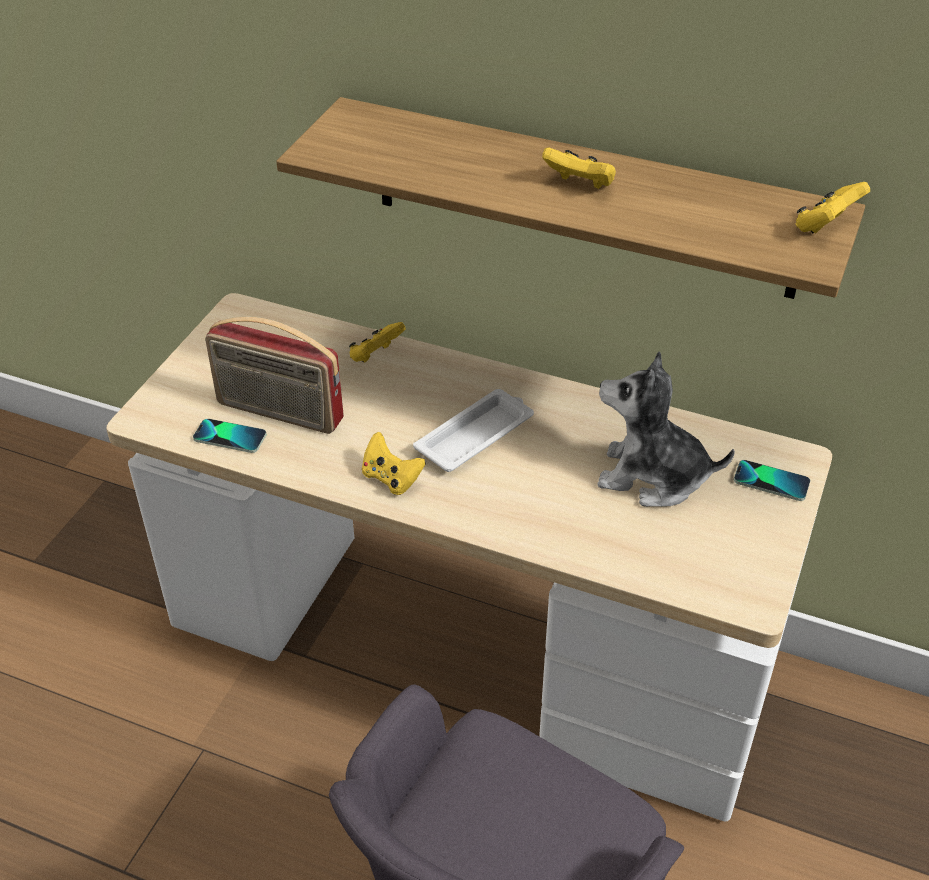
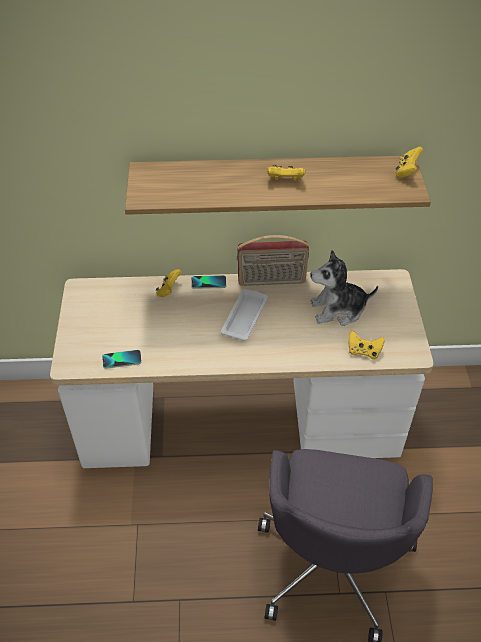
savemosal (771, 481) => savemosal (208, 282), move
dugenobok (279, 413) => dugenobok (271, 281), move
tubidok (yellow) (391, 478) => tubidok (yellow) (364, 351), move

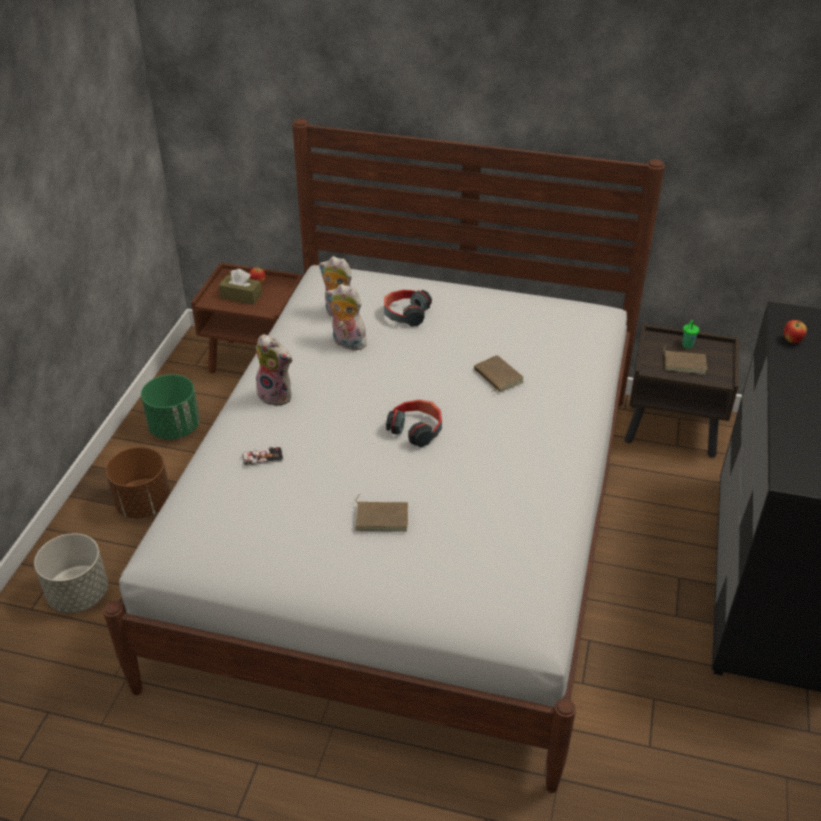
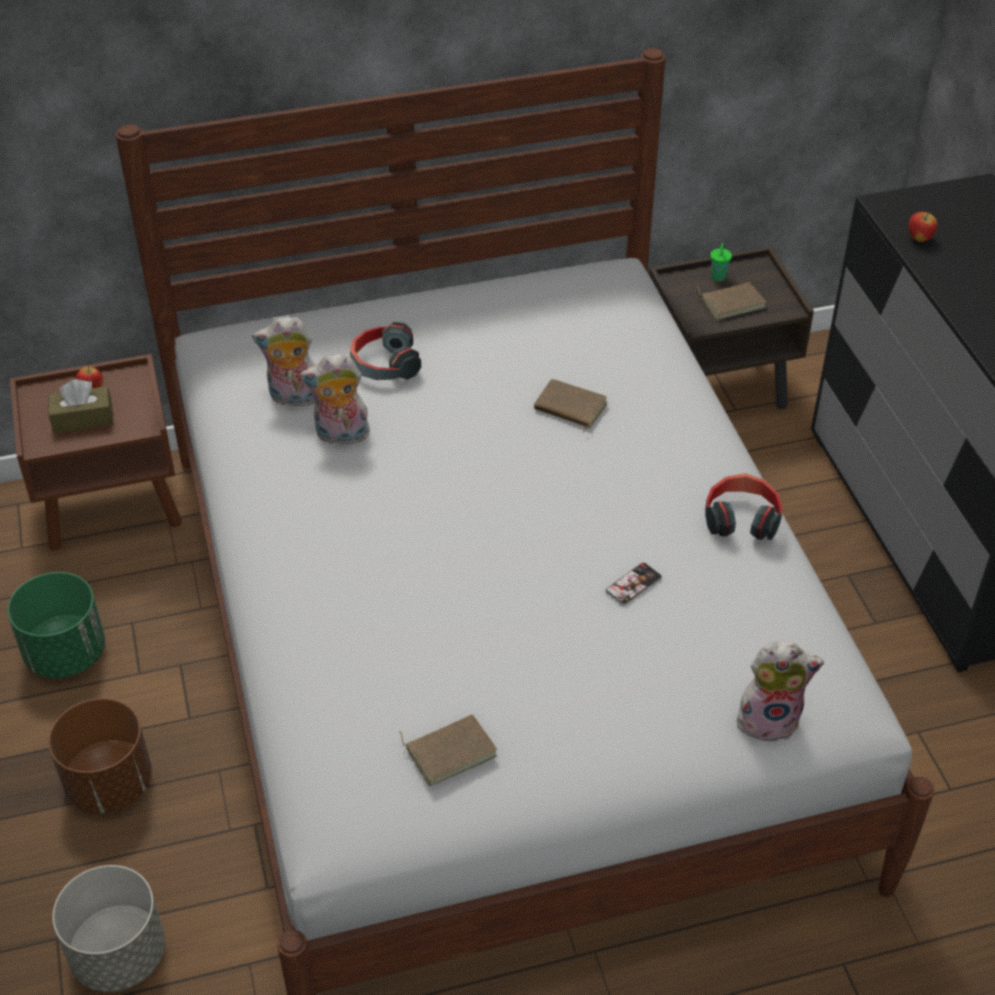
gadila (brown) (382, 517) => gadila (brown) (450, 750), move
savemosal (262, 457) => savemosal (633, 585), move
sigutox (416, 429) => sigutox (741, 518), move
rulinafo (277, 395) => rulinafo (769, 719), move

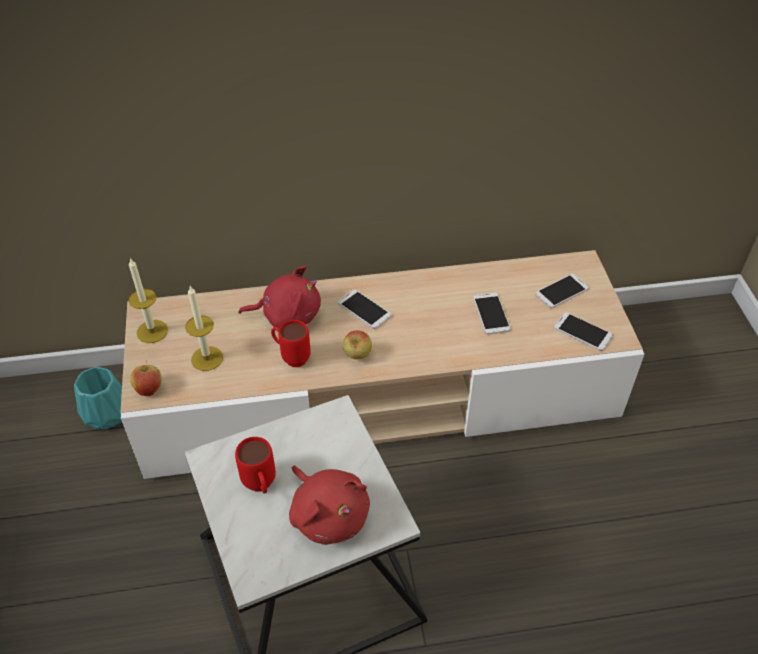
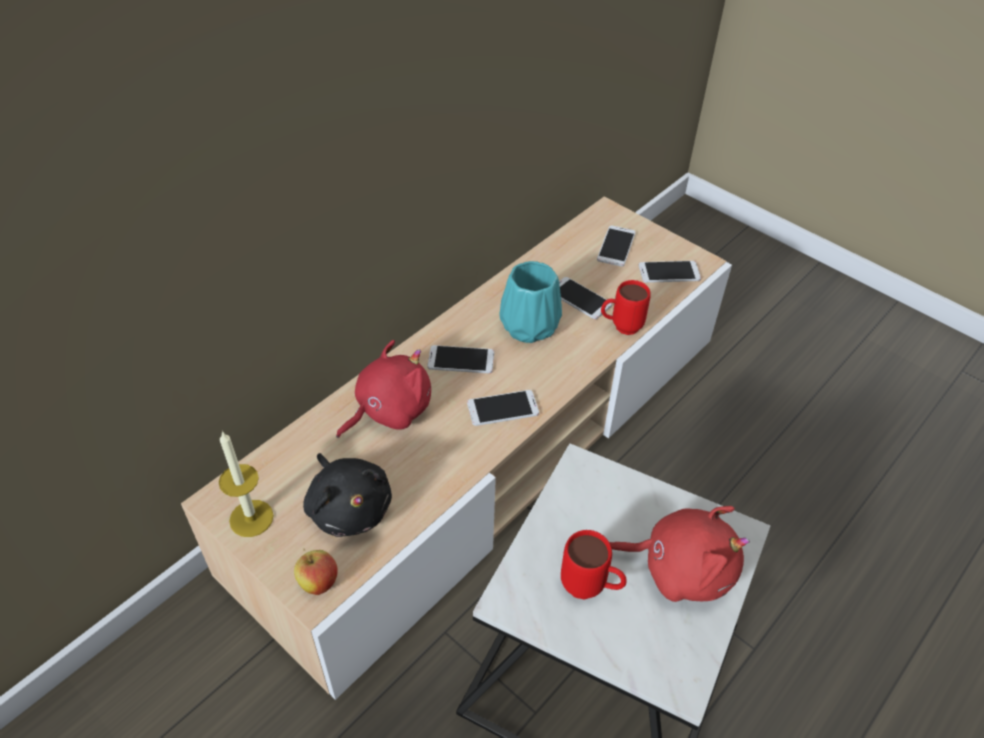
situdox (207, 358) => rulinafo (black) (349, 507)
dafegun (357, 356) => savemosal (502, 408)
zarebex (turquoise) (106, 415) => zarebex (turquoise) (530, 326), move
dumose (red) (291, 357) => dumose (red) (620, 327), move

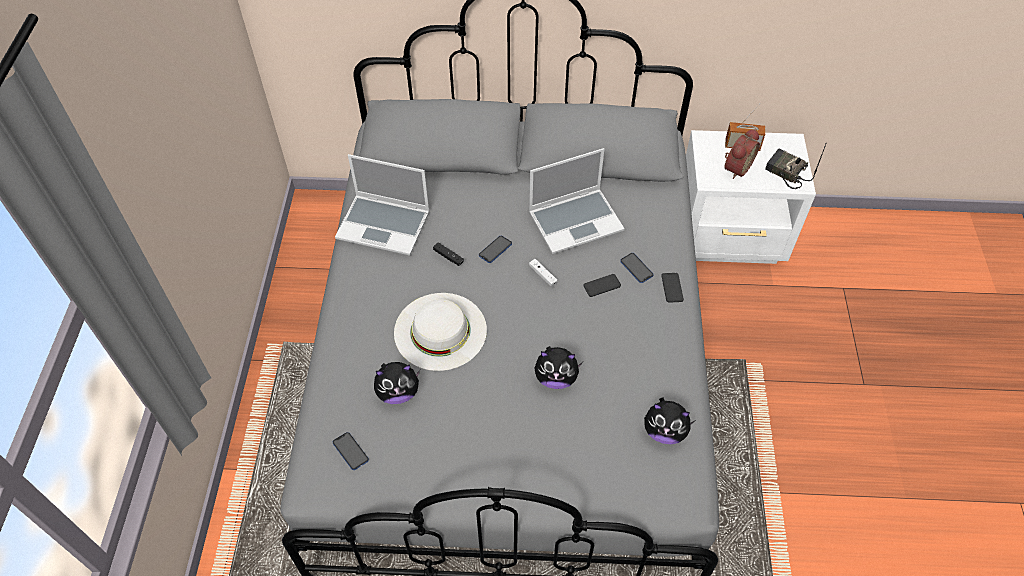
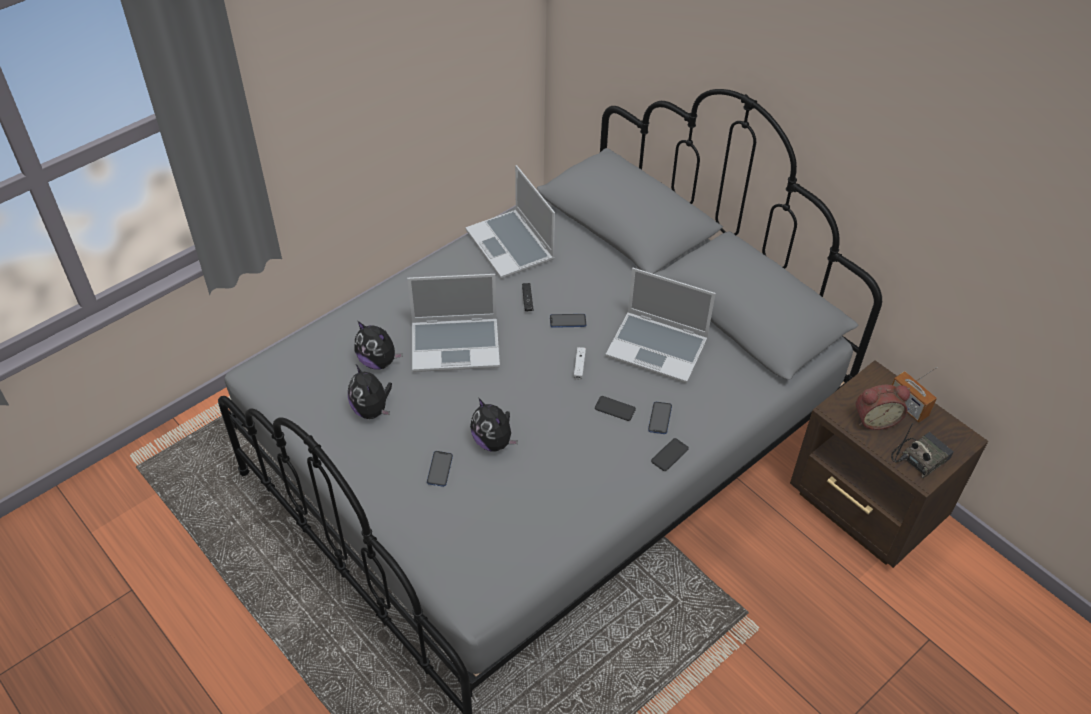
rulinafo (664, 431) => rulinafo (372, 410), move
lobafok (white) (440, 331) => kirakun (456, 345)
savemosal (350, 451) => savemosal (440, 469), move
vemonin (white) (730, 238) => vemonin (brown) (866, 509)
dugenobok (785, 172) => dugenobok (920, 457), 60 degrees clockwise

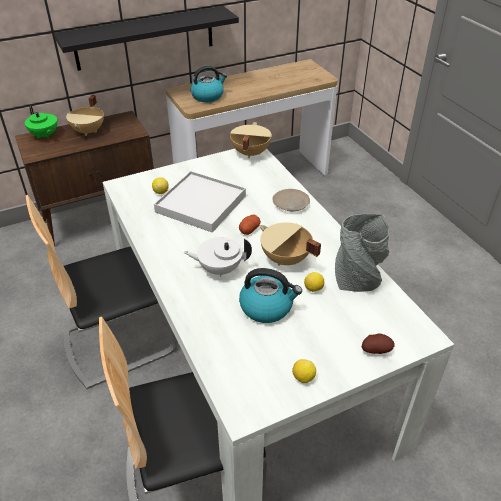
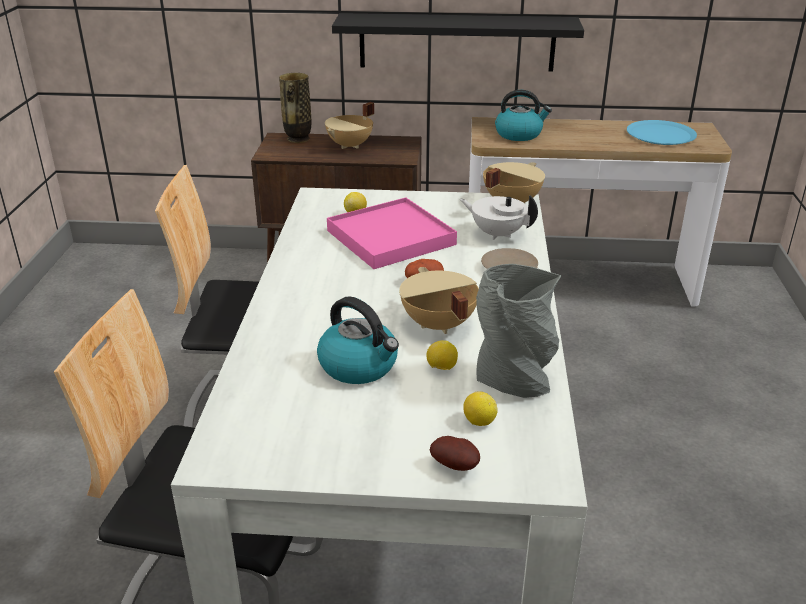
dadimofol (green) (44, 136) => zarebex (298, 139)
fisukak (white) (200, 204) => fisukak (pink) (390, 237)
dadimofol (white) (219, 269) => dadimofol (white) (497, 234), move
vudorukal (303, 377) => vudorukal (479, 421), move
nothing => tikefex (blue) (660, 134)

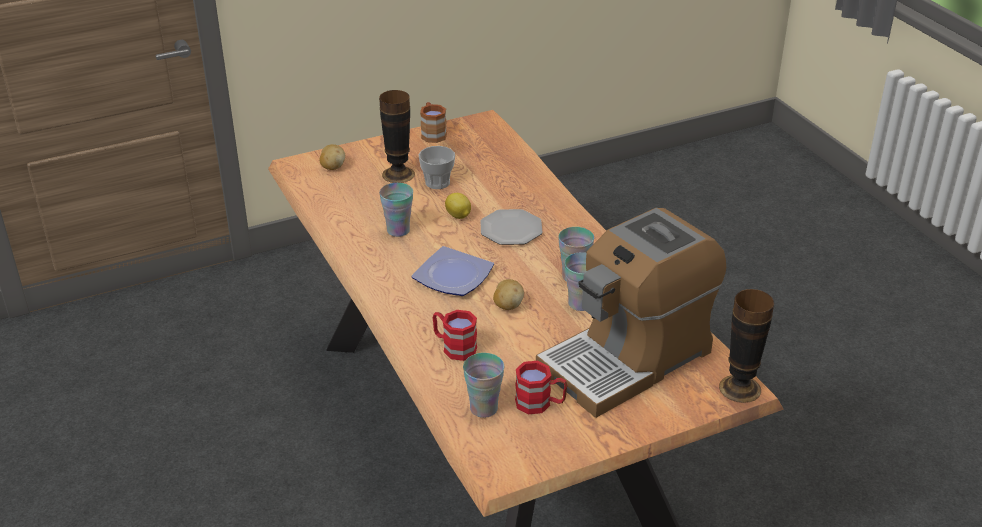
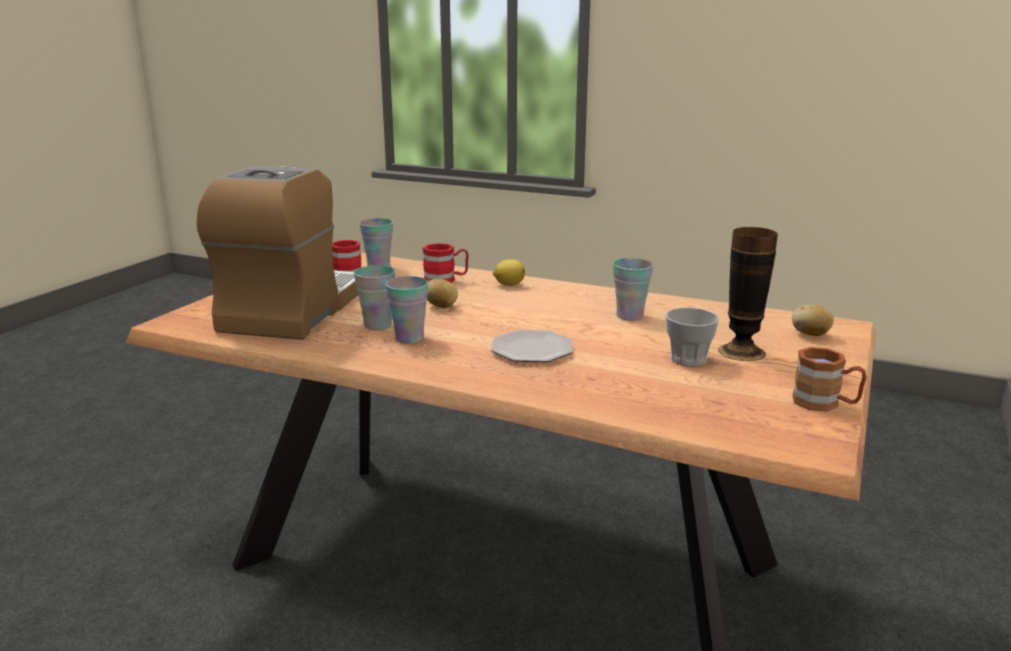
vudorukal (458, 216) => vudorukal (508, 285), move
tikefex (453, 277) => nothing
zarebex (740, 388) => nothing

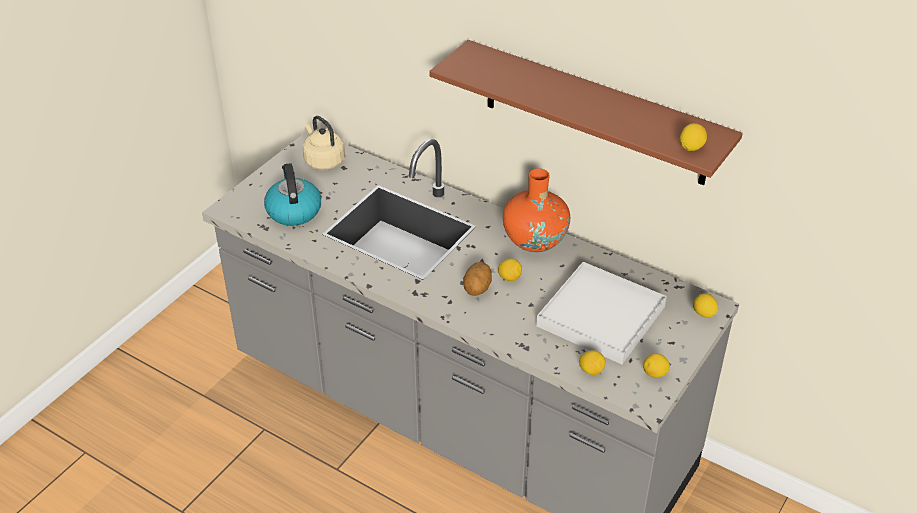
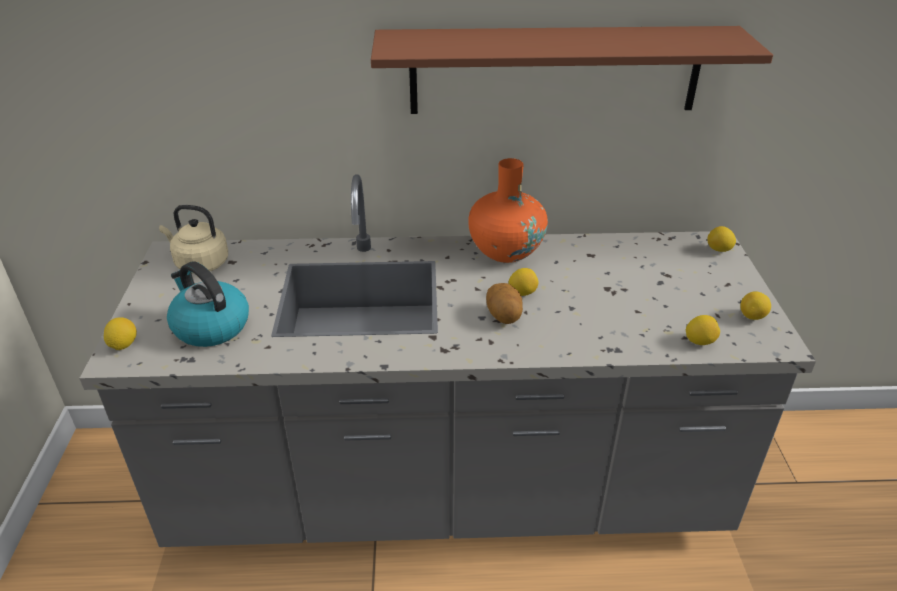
vudorukal (691, 147) => vudorukal (123, 345), move
fisukak (white) (601, 316) => nothing

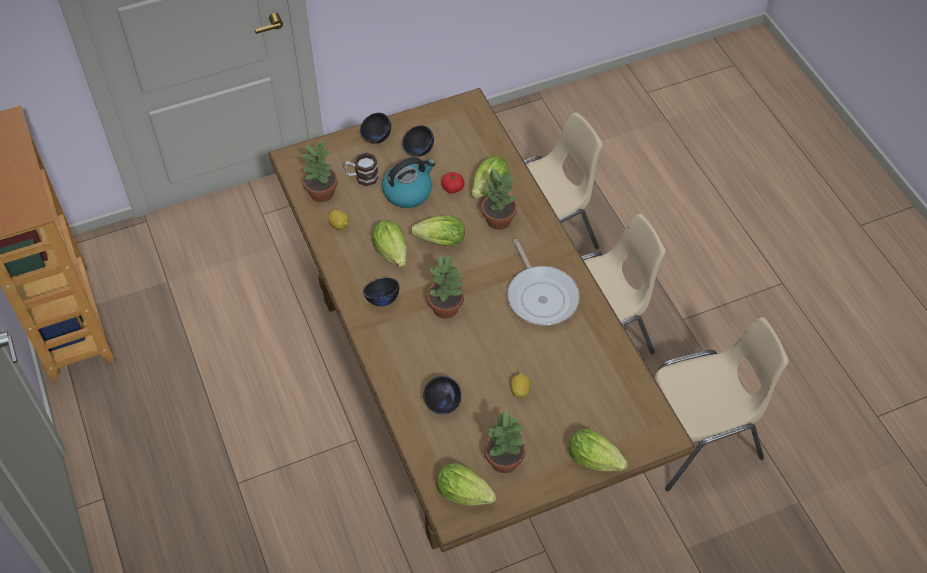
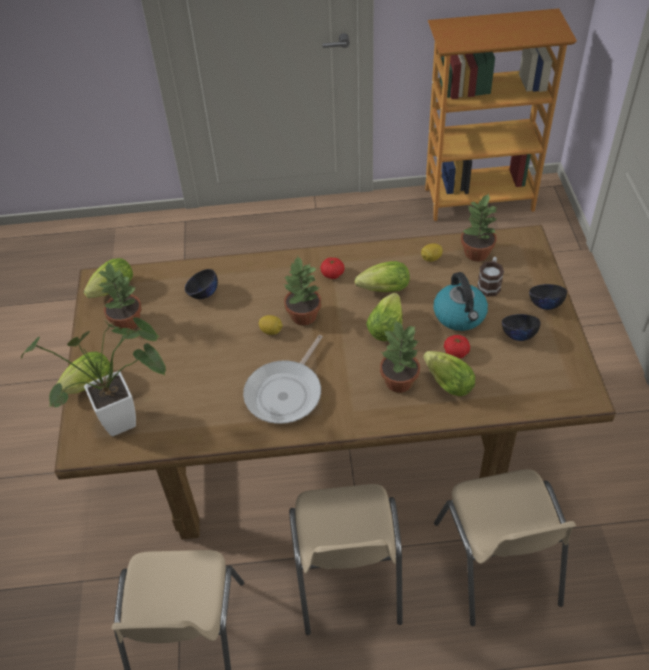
nothing => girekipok (128, 419)
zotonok (541, 296) => zotonok (286, 393), 60 degrees counterclockwise
vudorukal (520, 391) => vudorukal (271, 331), move
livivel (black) (382, 299) => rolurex (332, 274)

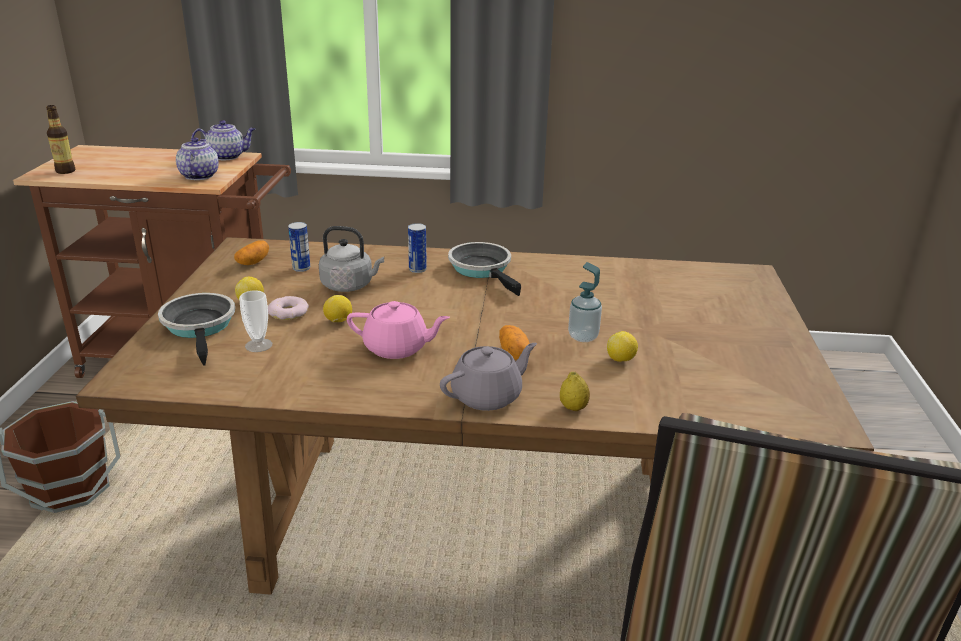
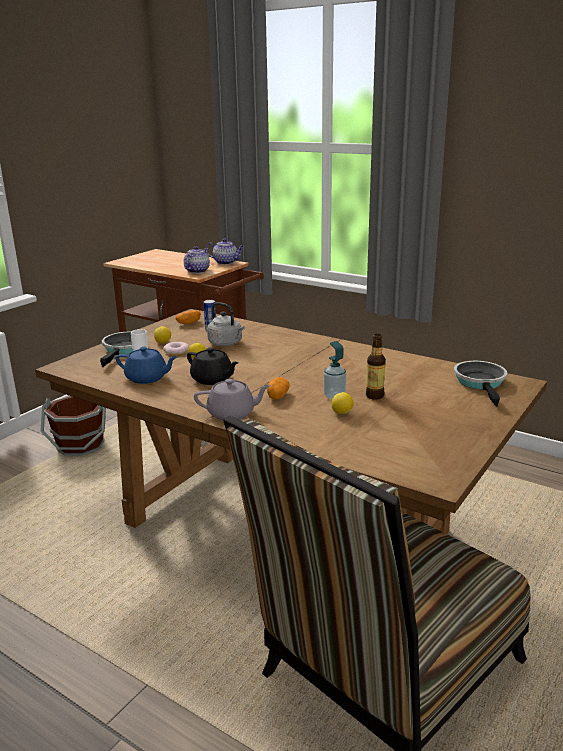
nothing => dadimofol (blue) (147, 378)
dadimofol (pink) (397, 348) => dadimofol (black) (212, 379)
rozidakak (65, 171) => rozidakak (375, 396), move
zotonok (483, 269) => zotonok (481, 383), move
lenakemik (417, 269) => nothing
vudorukal (573, 408) => nothing

